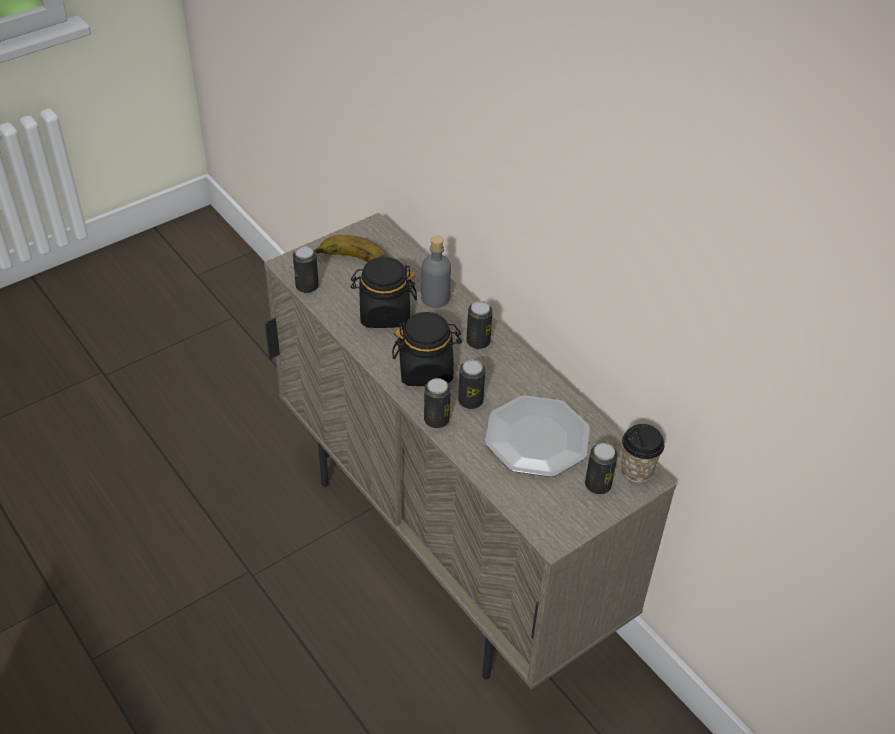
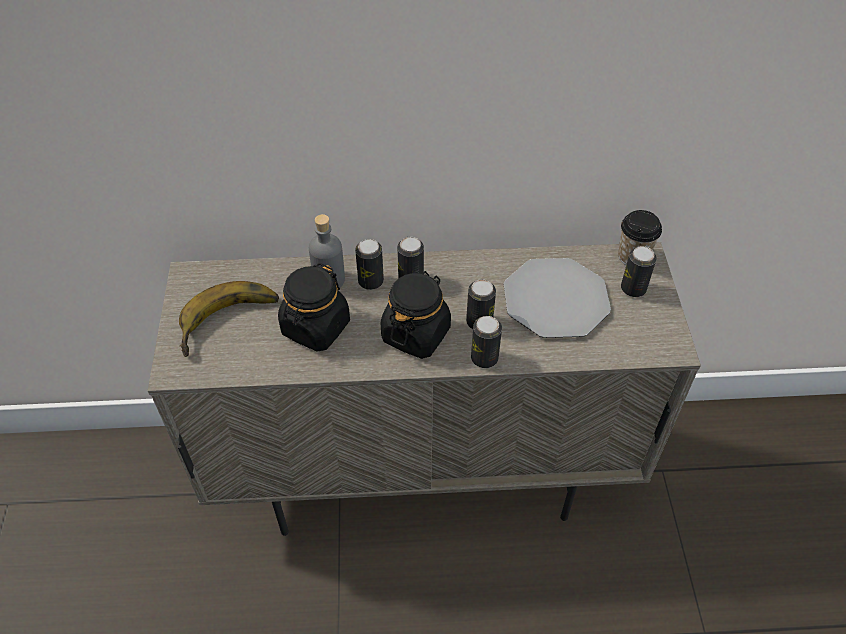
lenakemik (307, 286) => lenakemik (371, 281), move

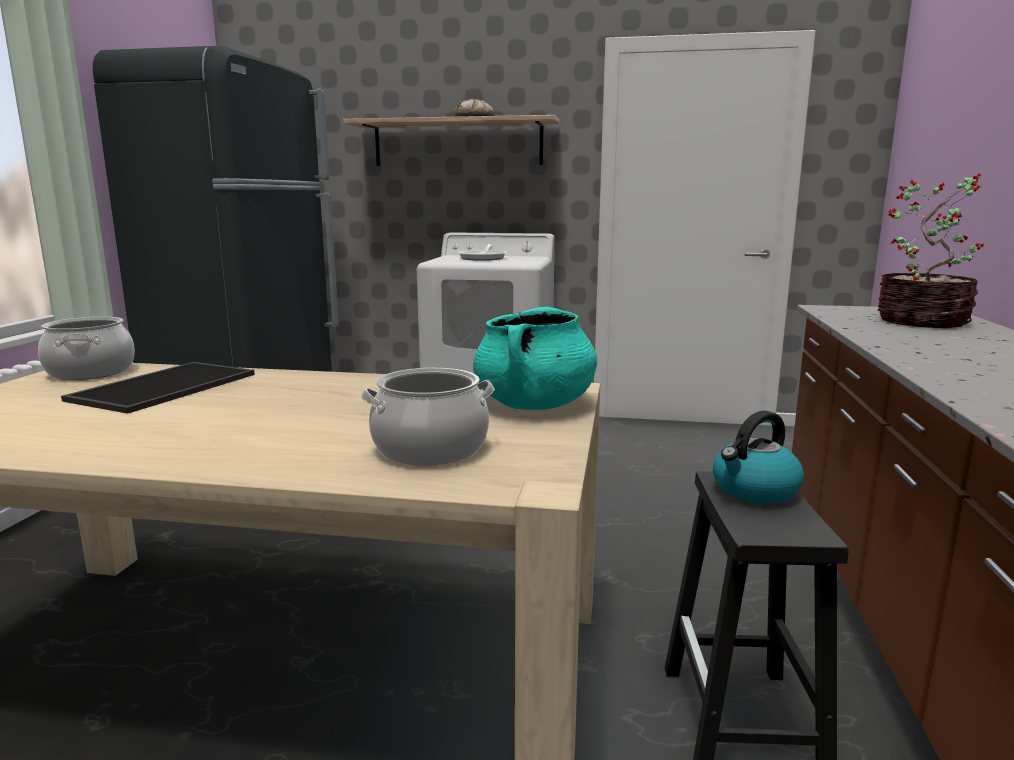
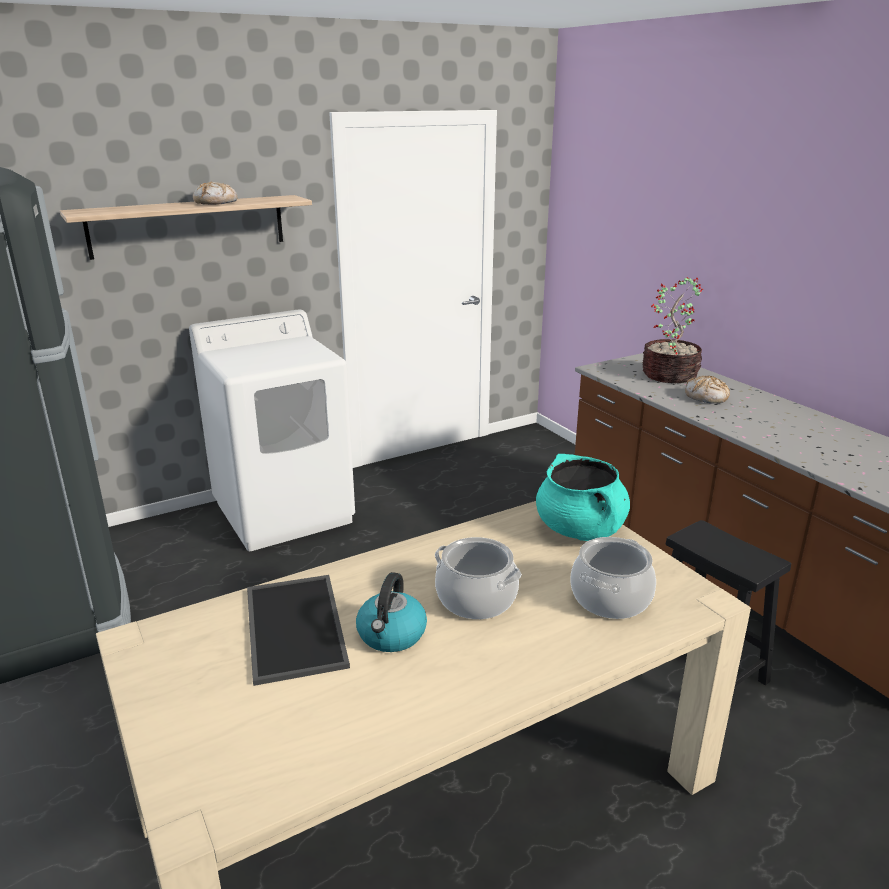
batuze (754, 490) => batuze (391, 635), move
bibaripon (91, 372) => bibaripon (477, 598), move
nothing => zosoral (706, 397)
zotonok (483, 258) => nothing

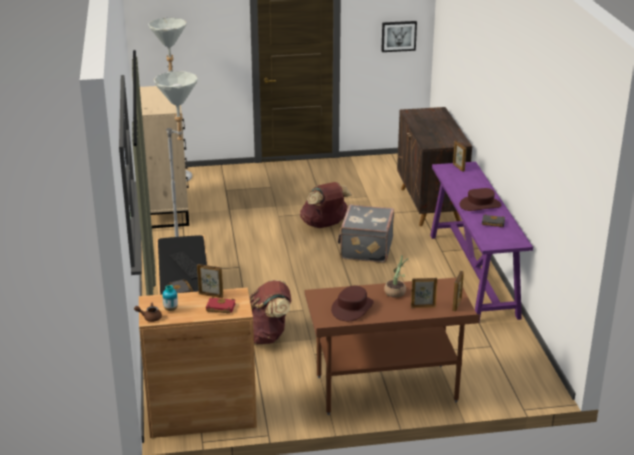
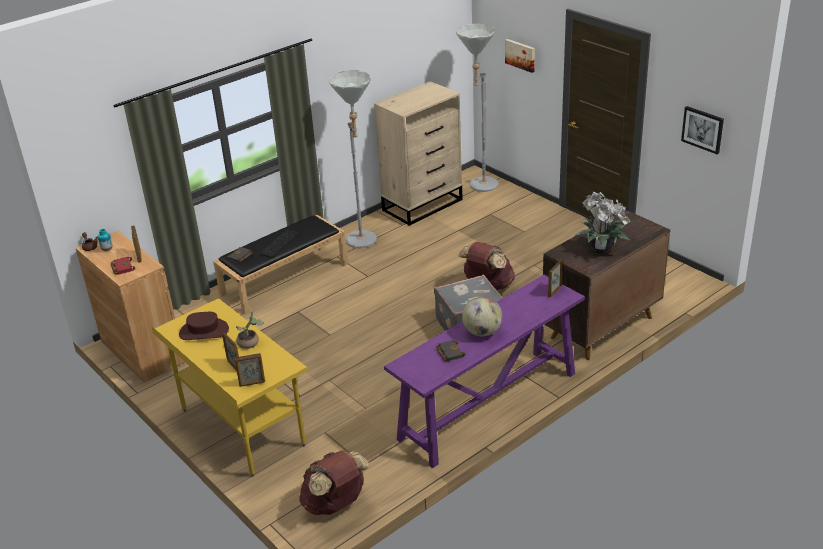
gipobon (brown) (386, 389) => gipobon (yellow) (242, 428)
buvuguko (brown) (265, 336) => buvuguko (brown) (335, 504), move
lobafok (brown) (480, 205) => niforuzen (482, 332)
nothing => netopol (520, 55)
nothing => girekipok (600, 250)

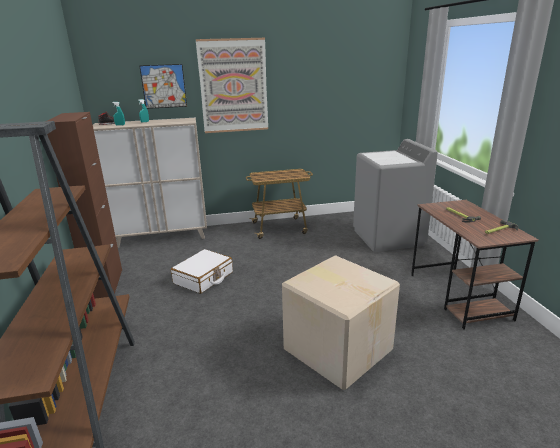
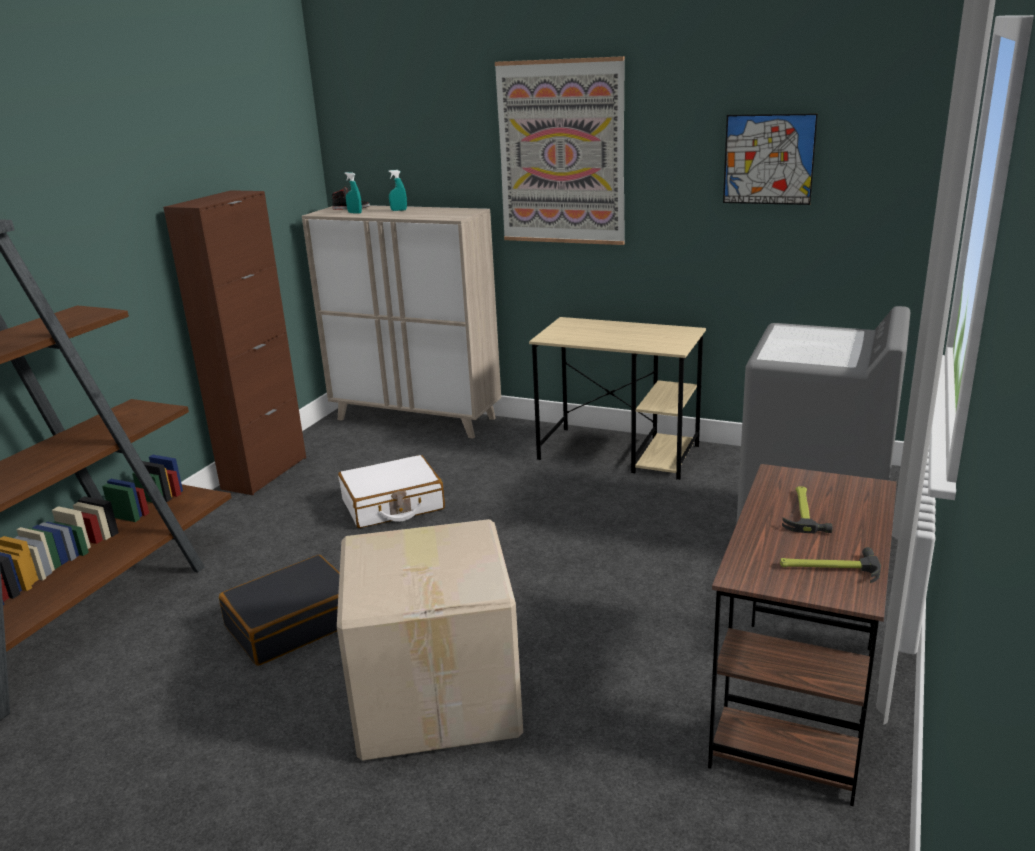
nothing => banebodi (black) (292, 623)
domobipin (280, 228) => gipobon (beige) (619, 452)
netopol (163, 86) => netopol (768, 159), move

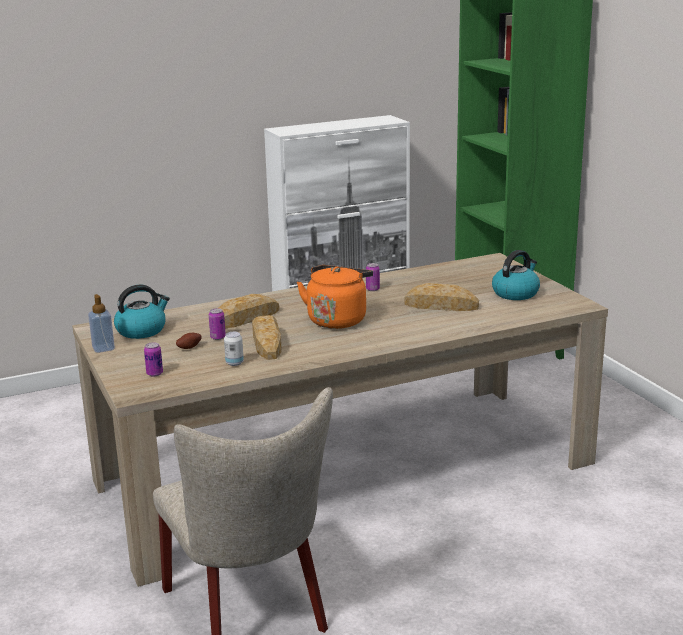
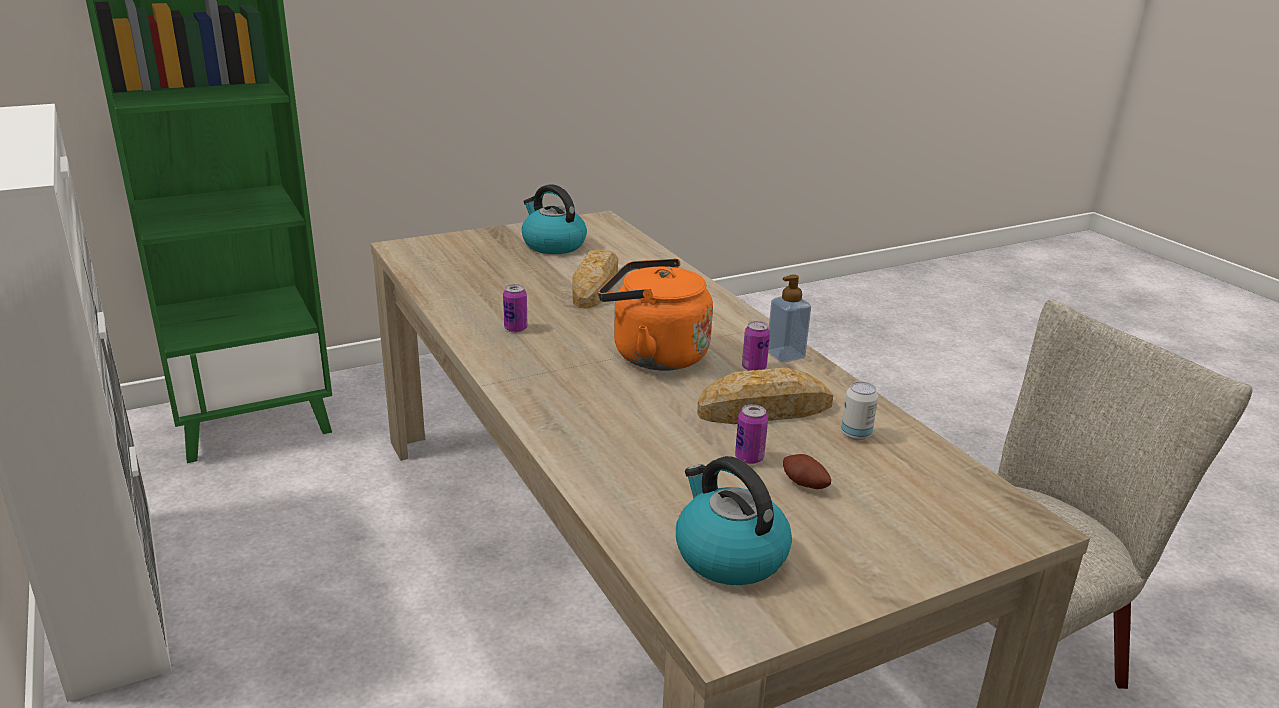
lenakemik (154, 373) => lenakemik (754, 368), move
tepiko (103, 348) => tepiko (785, 355), move
zosoral (246, 318) => nothing

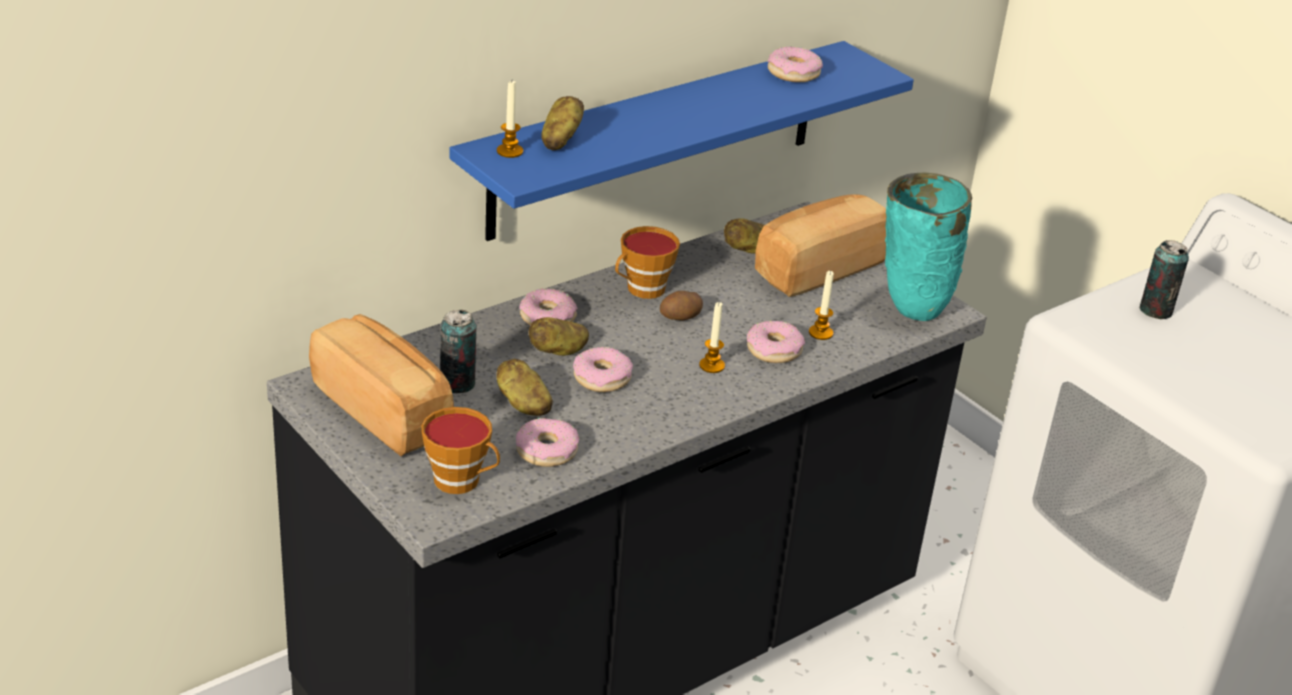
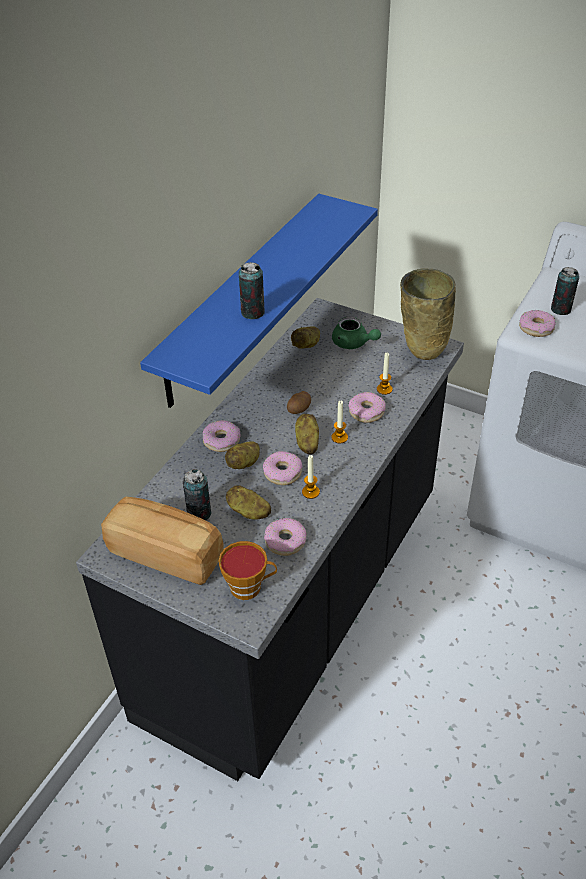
nothing => lenakemik (252, 312)
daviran (560, 140) => daviran (307, 442), move
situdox (509, 151) => situdox (310, 492), move
zosoral (818, 268) => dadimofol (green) (353, 344)
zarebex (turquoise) (910, 309) => zarebex (beige) (421, 353)
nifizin (793, 73) => nifizin (536, 328), move
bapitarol (642, 290) => nothing

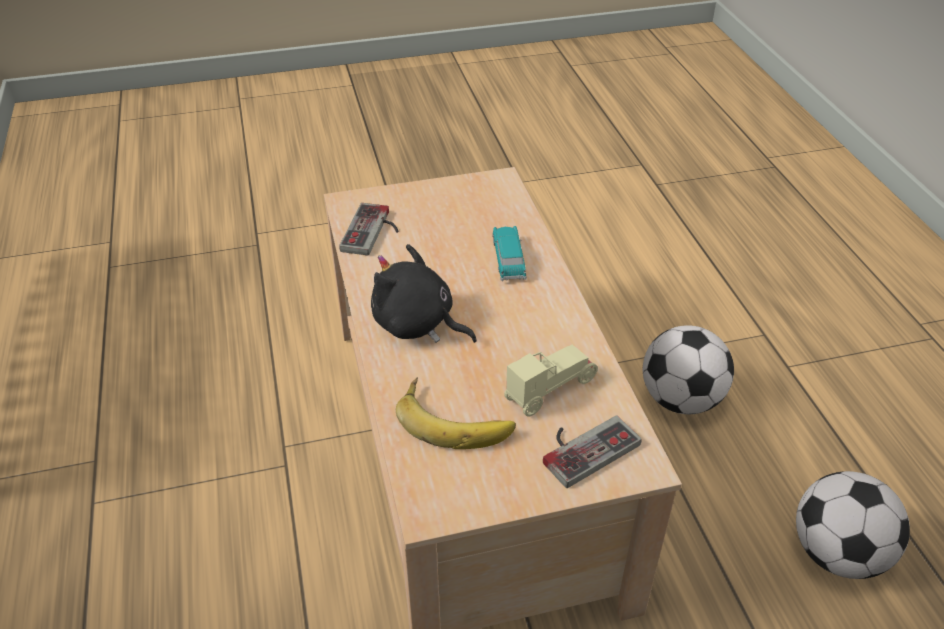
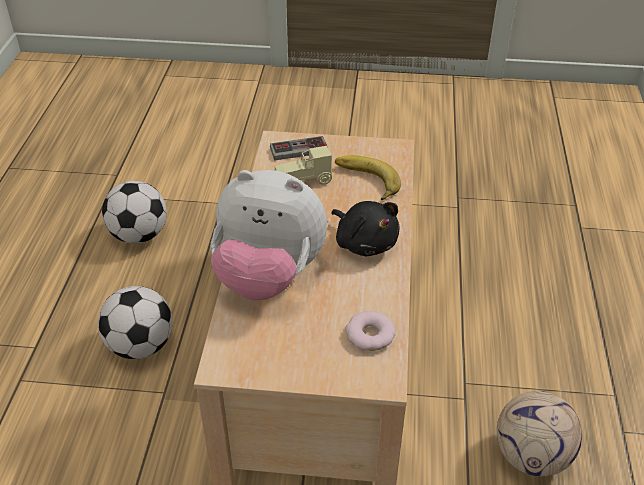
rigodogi (508, 259) => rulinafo (268, 277)
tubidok (374, 232) => nifizin (370, 335)
nothing => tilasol (531, 455)

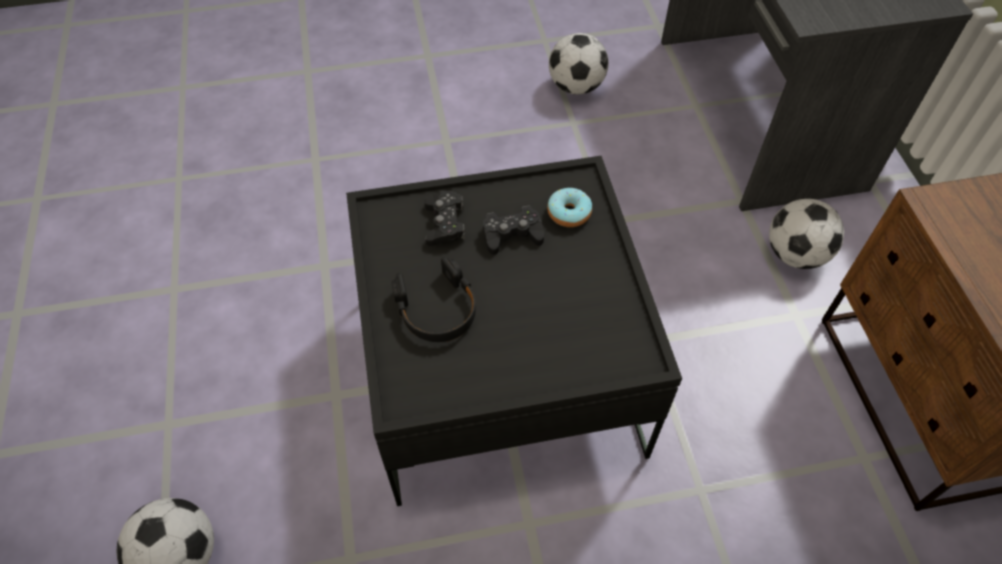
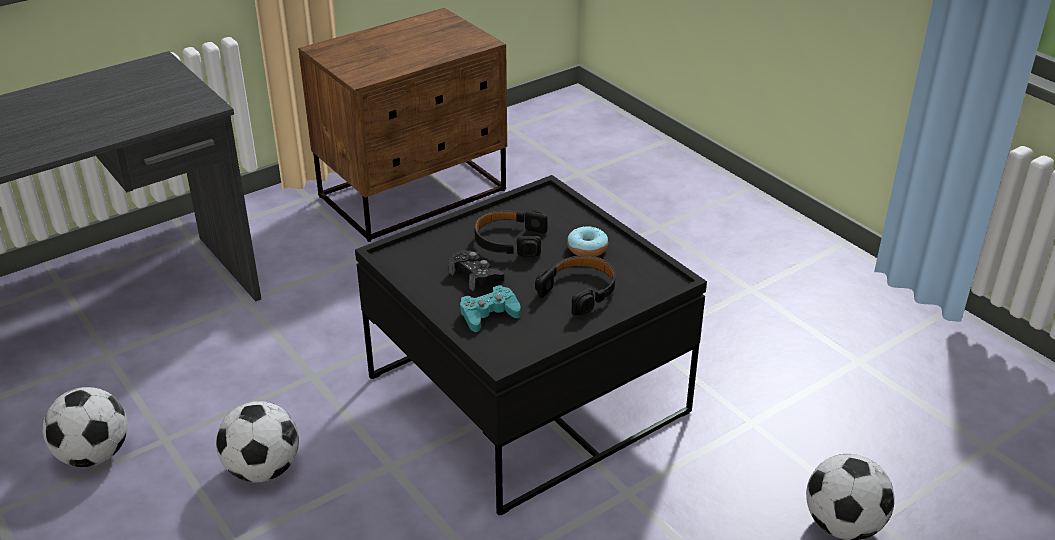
tilasol (795, 254) => tilasol (263, 470), move
tubidok (black) (444, 224) => tubidok (turquoise) (489, 314)
nothing => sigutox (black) (509, 241)
nifizin (569, 213) => nifizin (587, 248), move

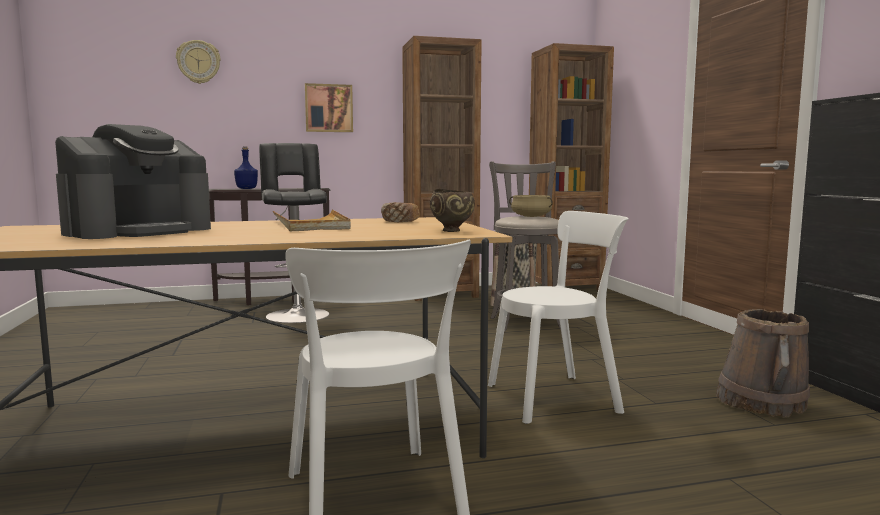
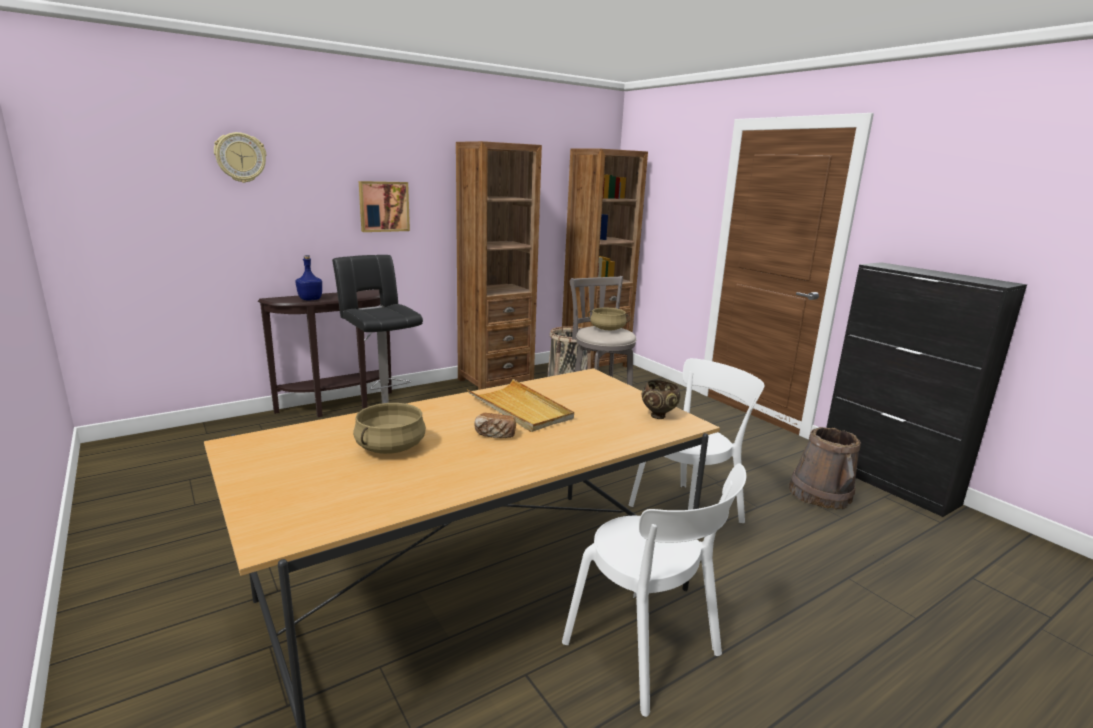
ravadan (139, 231) => bibaripon (beige) (390, 447)
zosoral (399, 222) => zosoral (495, 435), move

